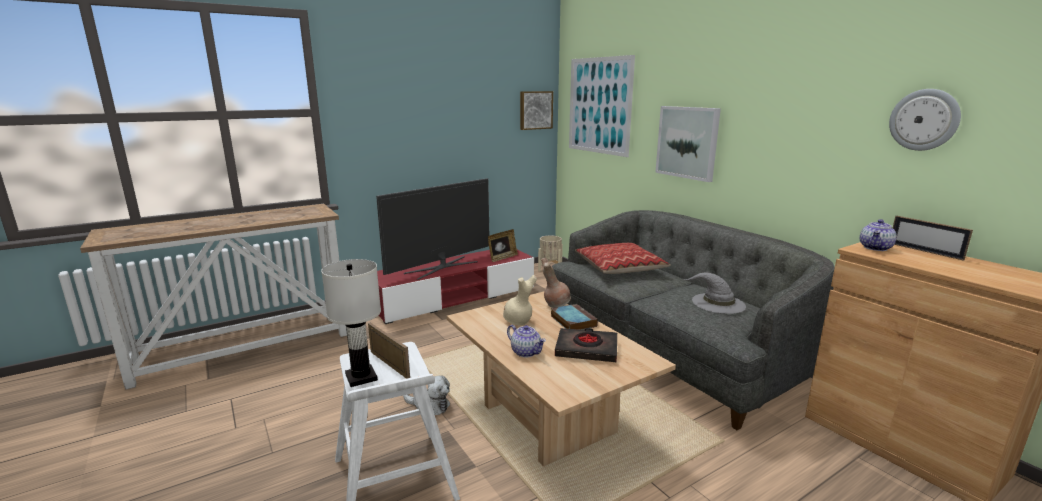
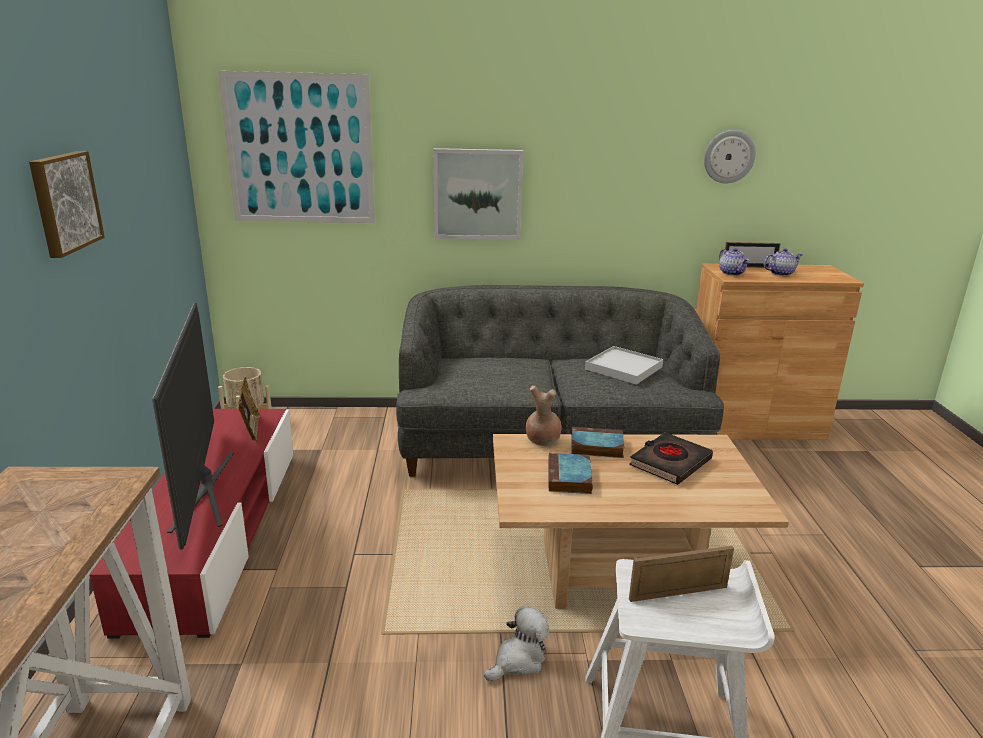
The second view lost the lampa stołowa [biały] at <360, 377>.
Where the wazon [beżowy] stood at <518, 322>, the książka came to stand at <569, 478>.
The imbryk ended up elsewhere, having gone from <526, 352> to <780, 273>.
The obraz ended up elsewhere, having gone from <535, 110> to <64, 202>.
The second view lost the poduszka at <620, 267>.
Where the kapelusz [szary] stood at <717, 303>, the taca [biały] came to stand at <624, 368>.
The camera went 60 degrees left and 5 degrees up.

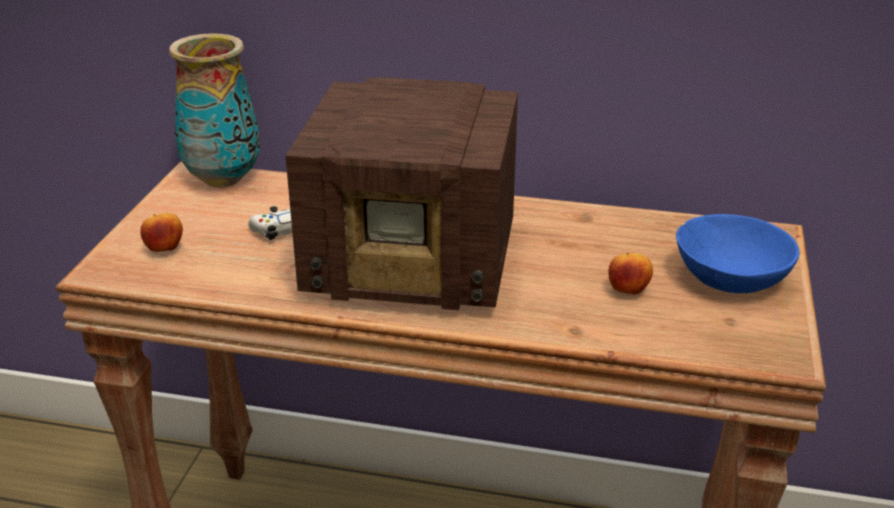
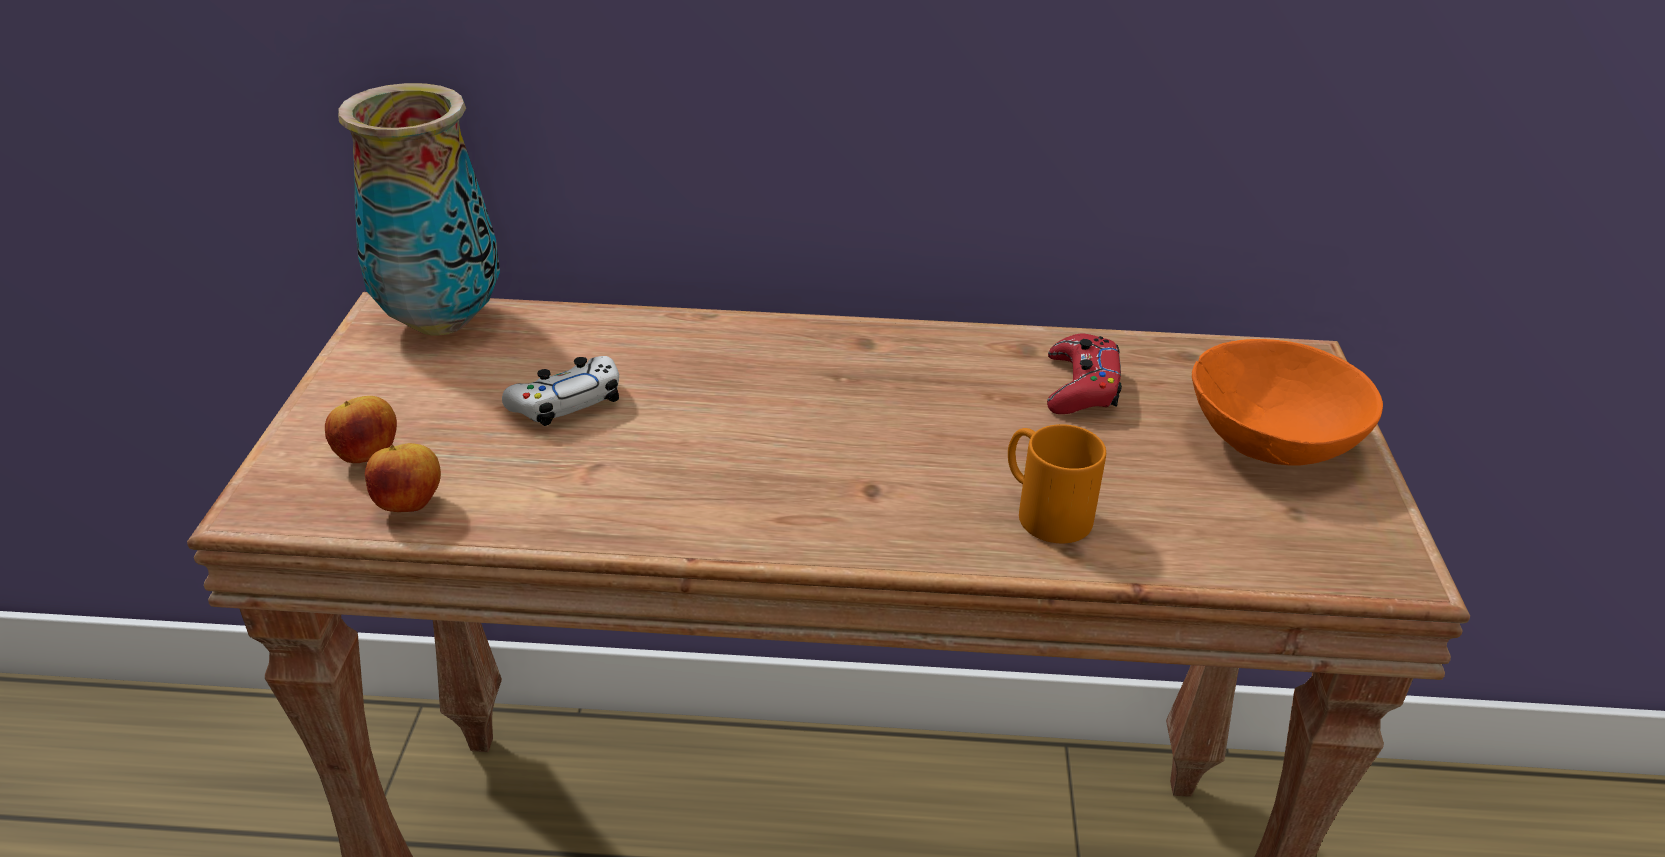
The second view lost the radio at <416, 265>.
The jabłko ended up elsewhere, having gone from <628, 291> to <410, 505>.
What was the miska [niebieski] at <730, 278> turned into the miska [pomarańczowy] at <1270, 439>.
The second view gained the kubek [pomarańczowy] at <1042, 511>.
The second view gained the pad do gier [czerwony] at <1081, 387>.
The camera went 10 degrees left and 5 degrees up.

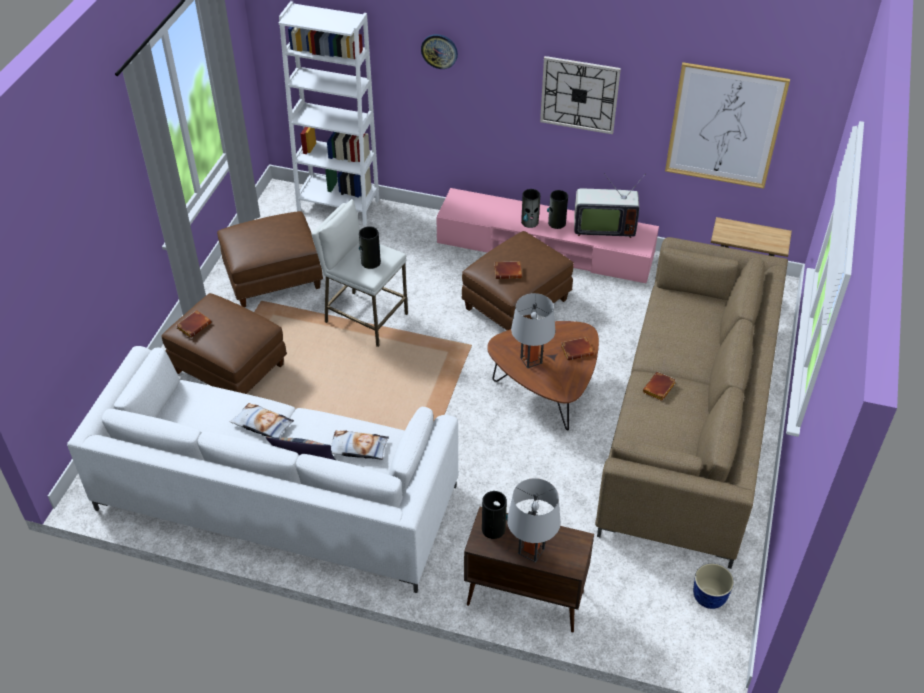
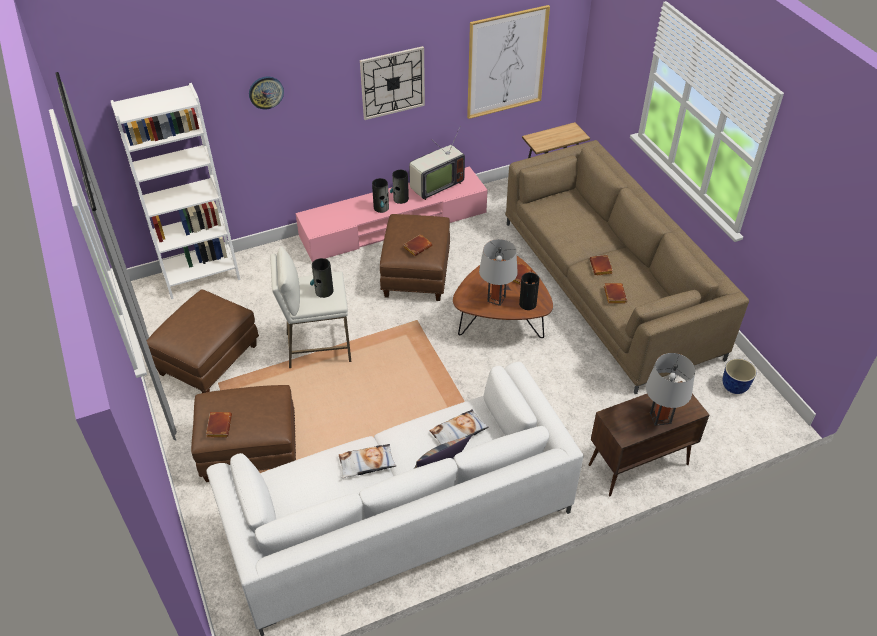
The wazon ended up elsewhere, having gone from <493, 528> to <527, 303>.
The second view gained the książka [brązowy] at <613, 295>.
The camera went 40 degrees left and 0 degrees up.

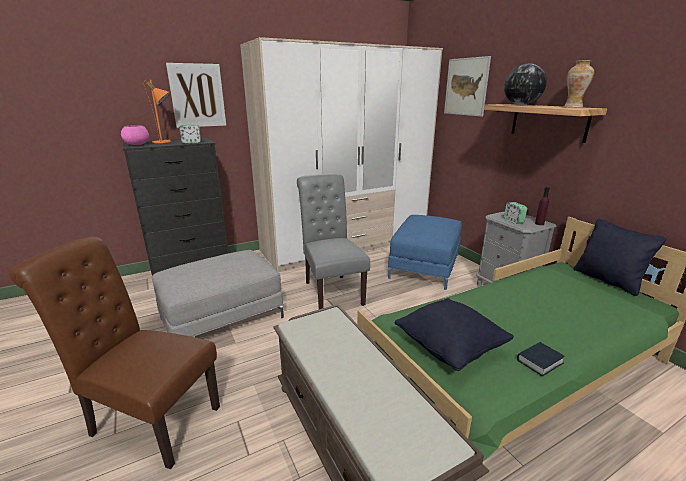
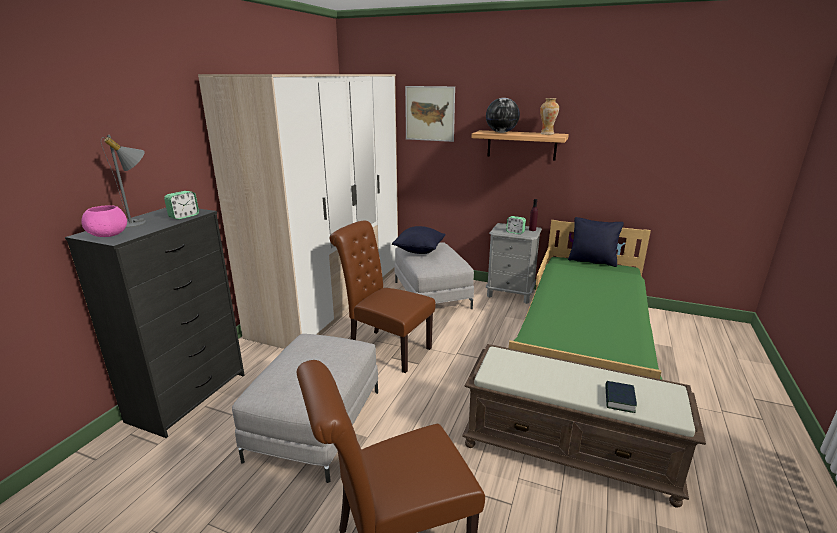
What was the lampa stołowa [pomarańczowy] at <165, 142> turned into the lampa stołowa [szary] at <137, 223>.
The second view lost the obraz at <197, 95>.
What was the krzesło [szary] at <331, 291> turned into the krzesło [brązowy] at <385, 348>.
What was the pufa [niebieski] at <424, 266> turned into the pufa [szary] at <431, 294>.
The poduszka [czarny] ended up elsewhere, having gone from <449, 349> to <419, 251>.
The książka ended up elsewhere, having gone from <539, 362> to <619, 400>.
The camera went 40 degrees left and 0 degrees up.

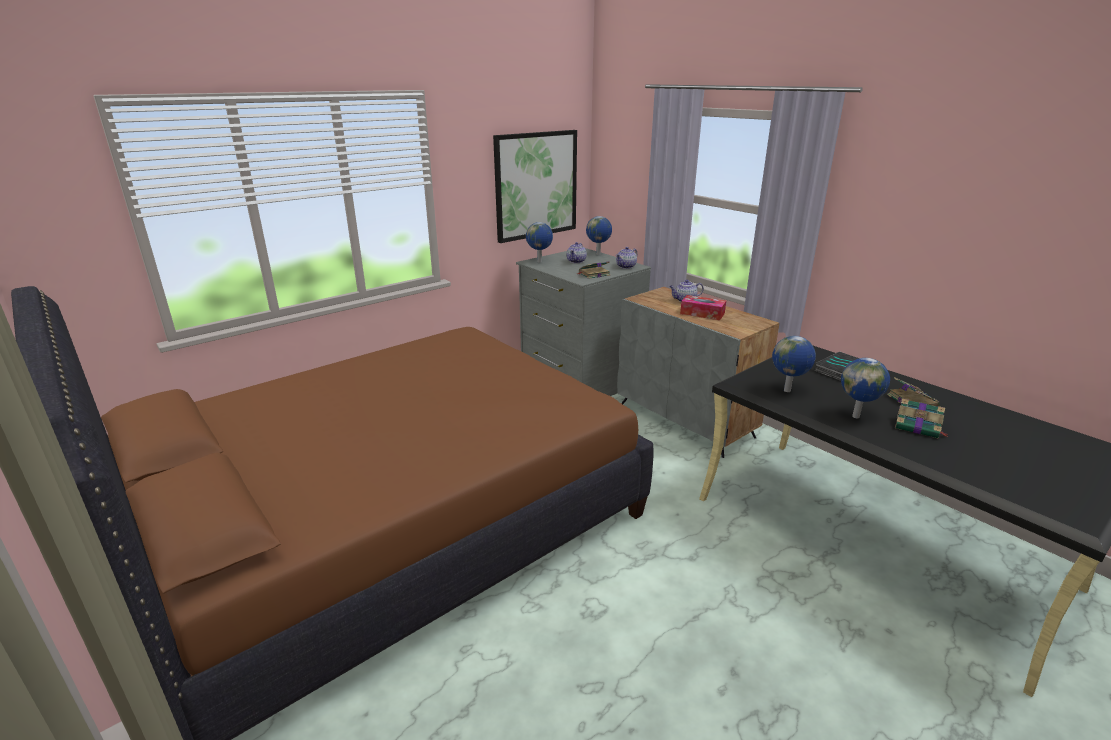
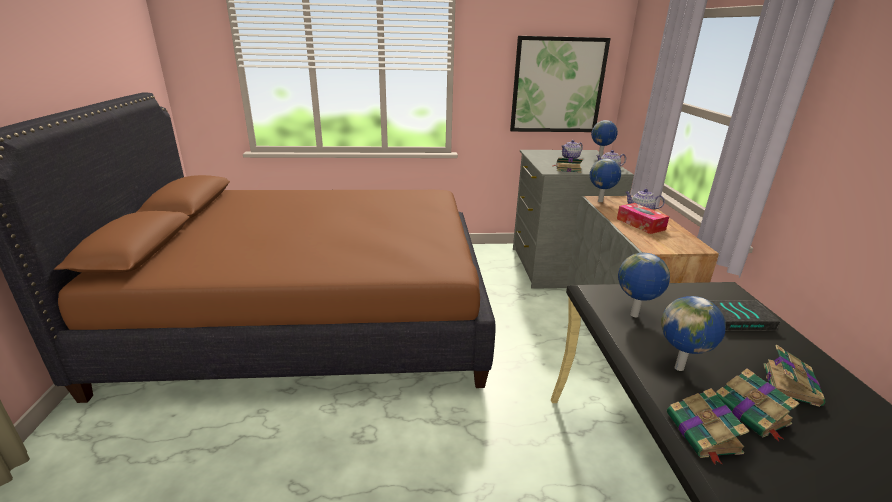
The globus ended up elsewhere, having gone from <540, 262> to <600, 201>.
The second view gained the książka at <703, 434>.
The camera went 35 degrees right and 0 degrees up.

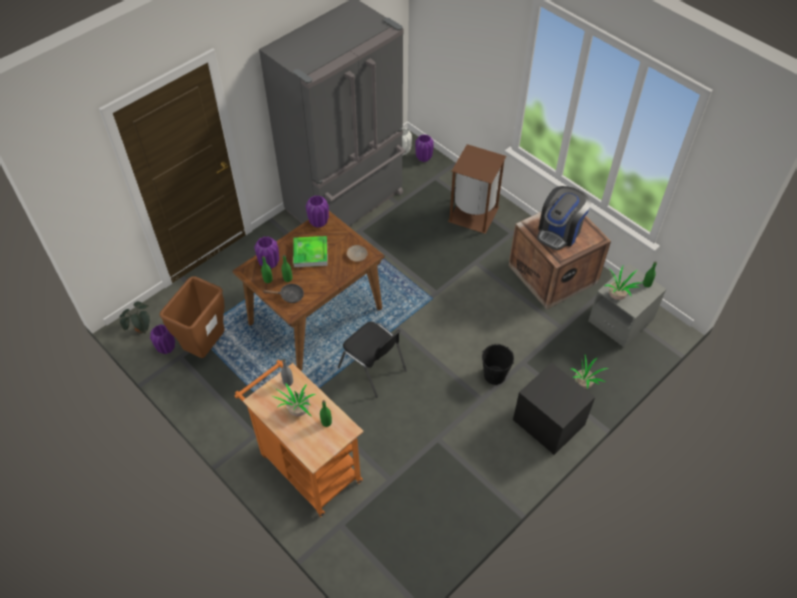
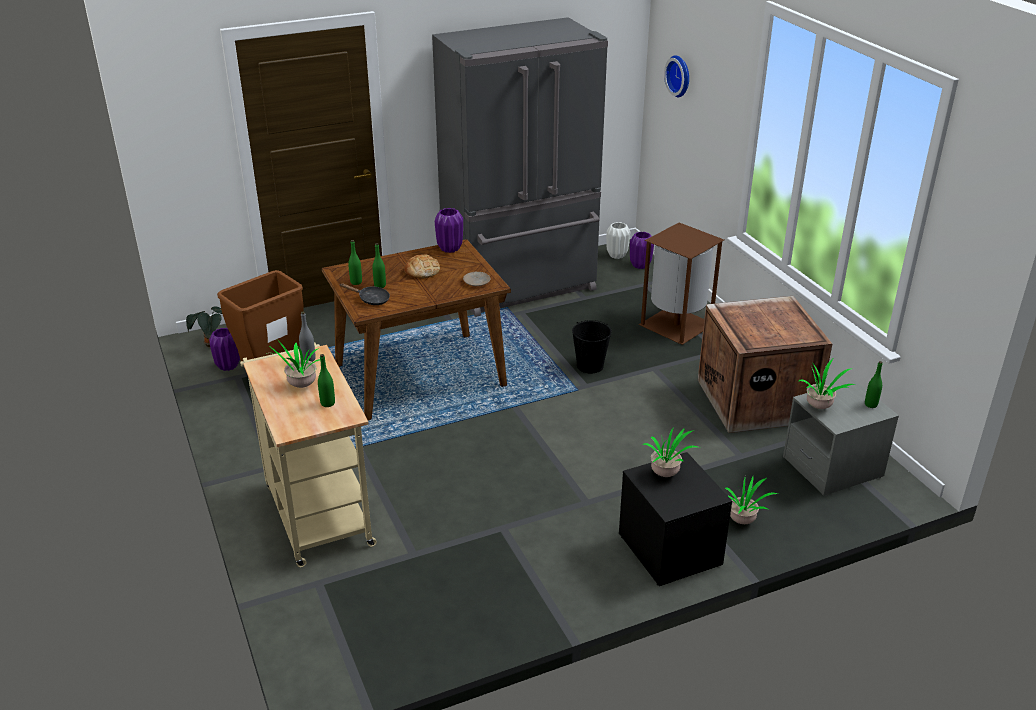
What was the wózek [pomarańczowy] at <306, 464> turned into the wózek [beżowy] at <316, 511>.
The second view lost the wazon [fioletowy] at <269, 264>.
Where the taca stood at <310, 253>, the chleb came to stand at <422, 271>.
The second view lost the krzesło [czarny] at <373, 369>.
The wiadro [czarny] ended up elsewhere, having gone from <494, 375> to <590, 366>.
The second view lost the ekspres do kawy at <559, 231>.
The second view gained the roślina doniczkowa at <667, 474>.
The second view gained the zegar ścienny at <680, 75>.
The camera went 20 degrees right and 20 degrees down.

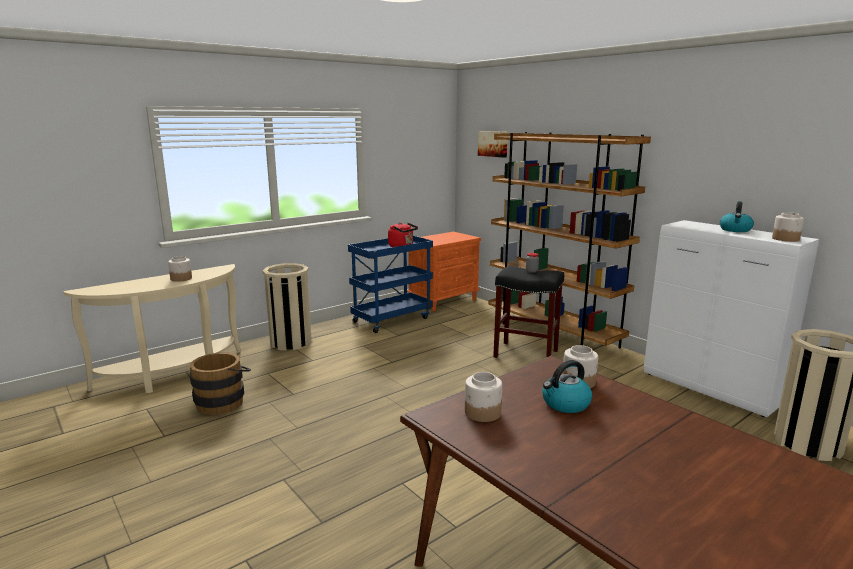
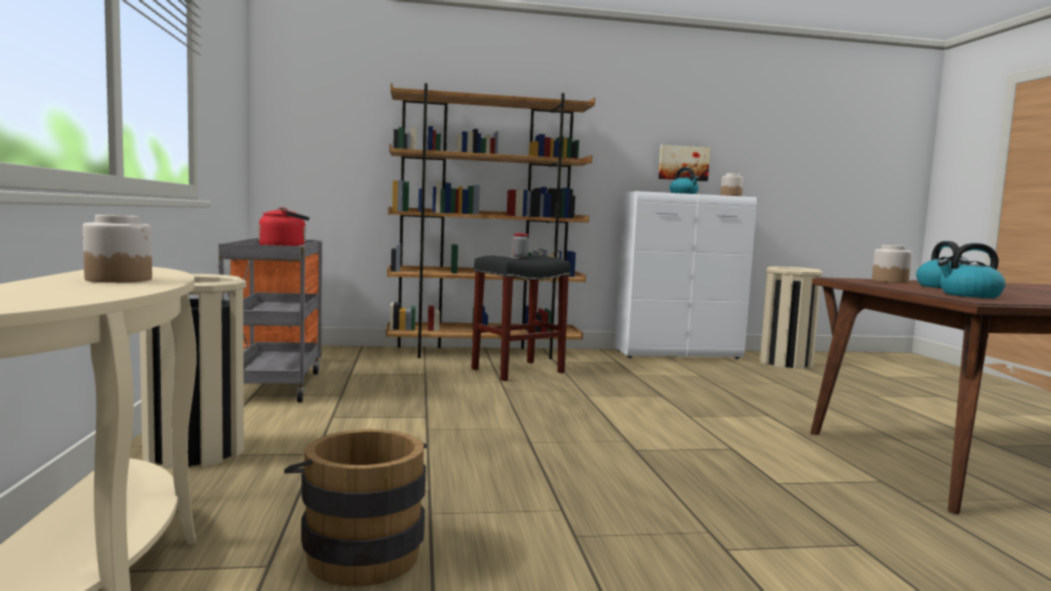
What was the wózek [niebieski] at <392, 319> turned into the wózek [szary] at <273, 385>.
Where the słoik stood at <482, 413>, the czajnik came to stand at <969, 295>.
The obraz ended up elsewhere, having gone from <493, 143> to <683, 163>.
The camera went 60 degrees left and 10 degrees down.

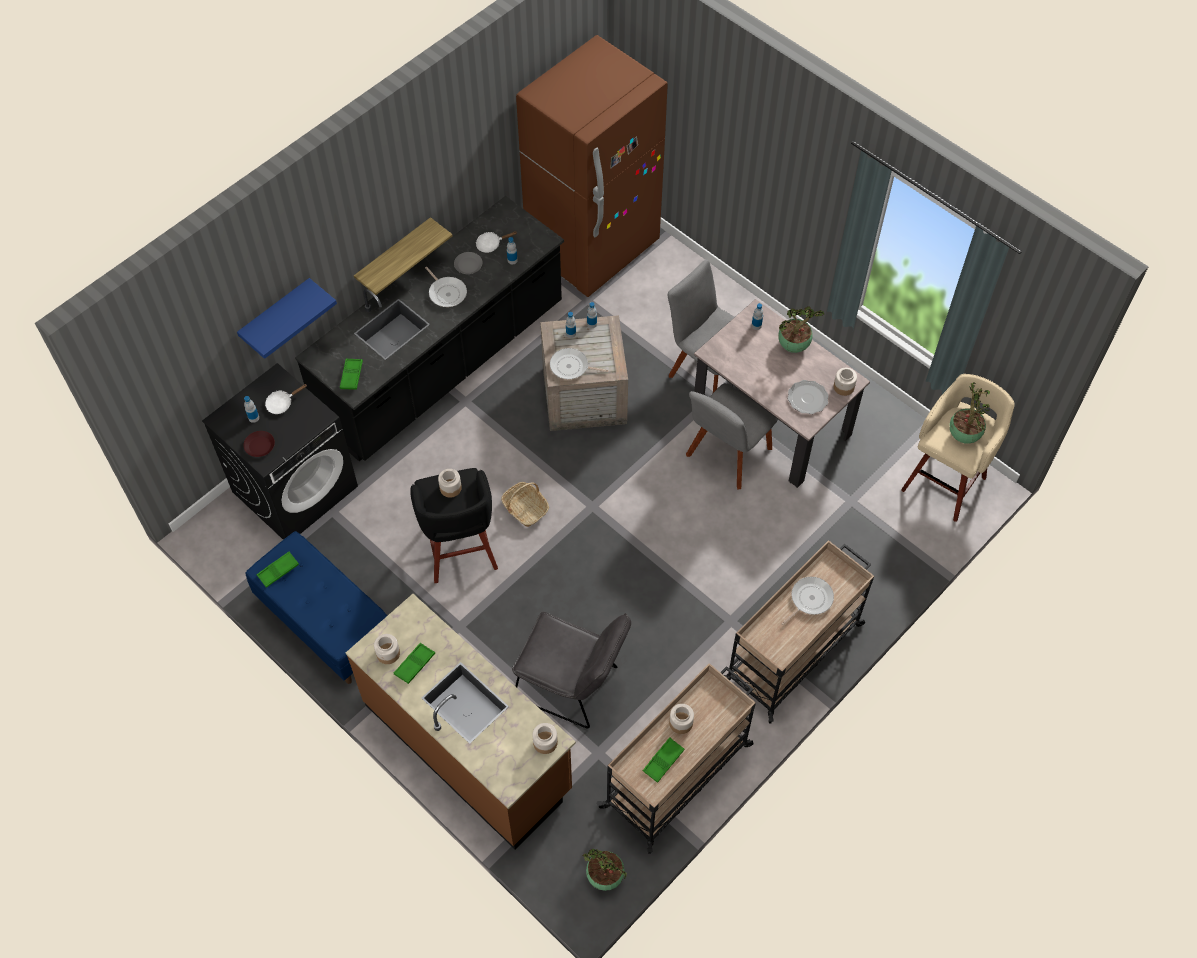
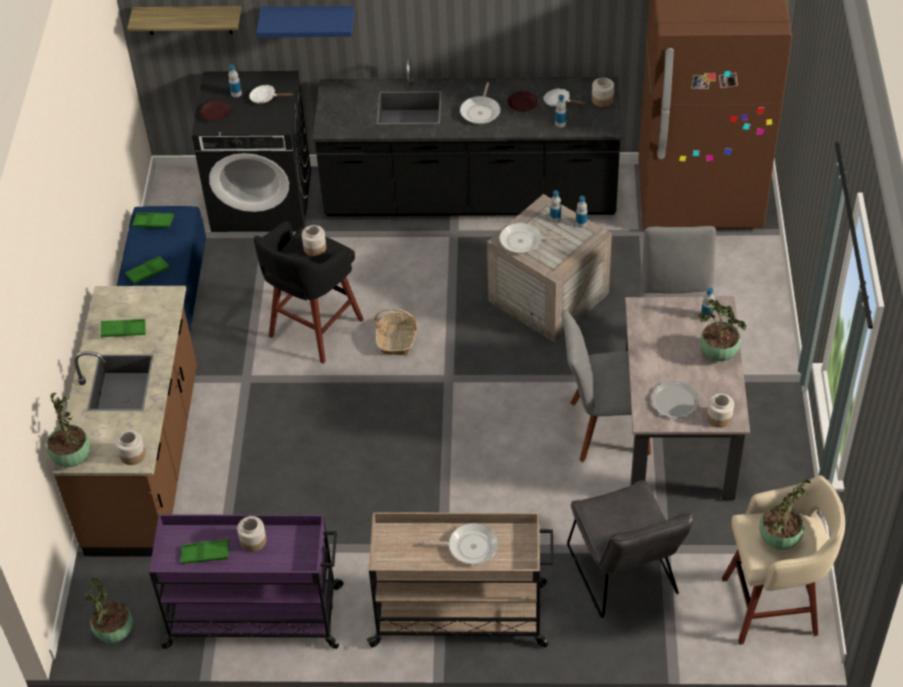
The taca [zielony] ended up elsewhere, having gone from <351, 376> to <148, 272>.
The półka ended up elsewhere, having gone from <394, 256> to <189, 20>.
The słoik ended up elsewhere, having gone from <388, 654> to <602, 100>.
What was the talerz [szary] at <468, 265> turned into the talerz [brązowy] at <523, 104>.
The krzesło [szary] ended up elsewhere, having gone from <573, 686> to <625, 576>.
The patelnia at <571, 367> ended up facing another way, 60 degrees counterclockwise from before.
What was the wózek [beżowy] at <678, 774> turned into the wózek [fioletowy] at <256, 616>.
The second view gained the roślina doniczkowa at <72, 458>.
The camera went 50 degrees right and 10 degrees down.

